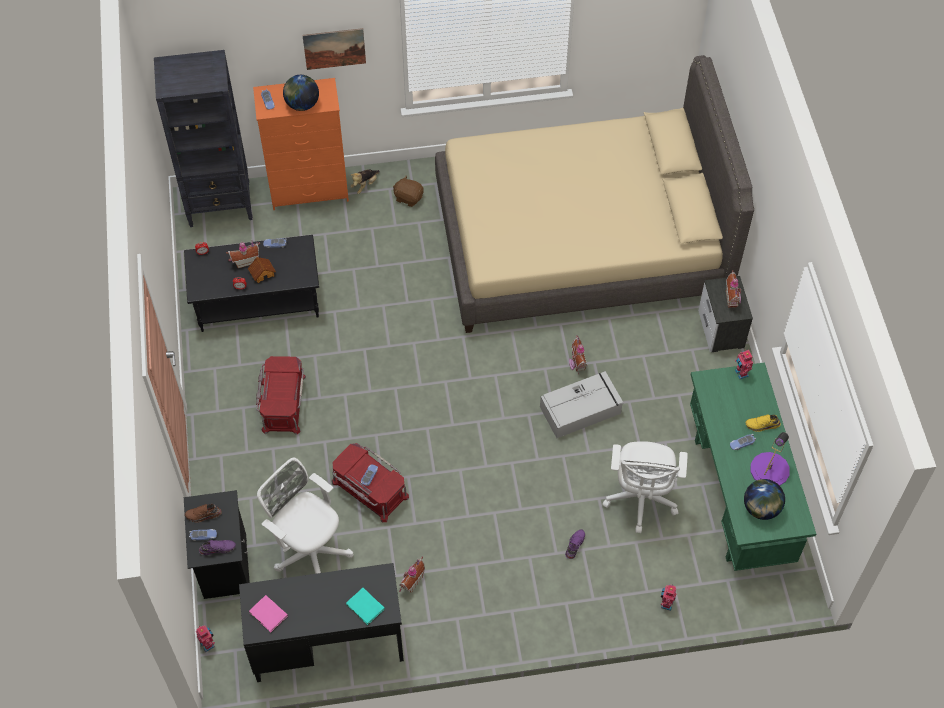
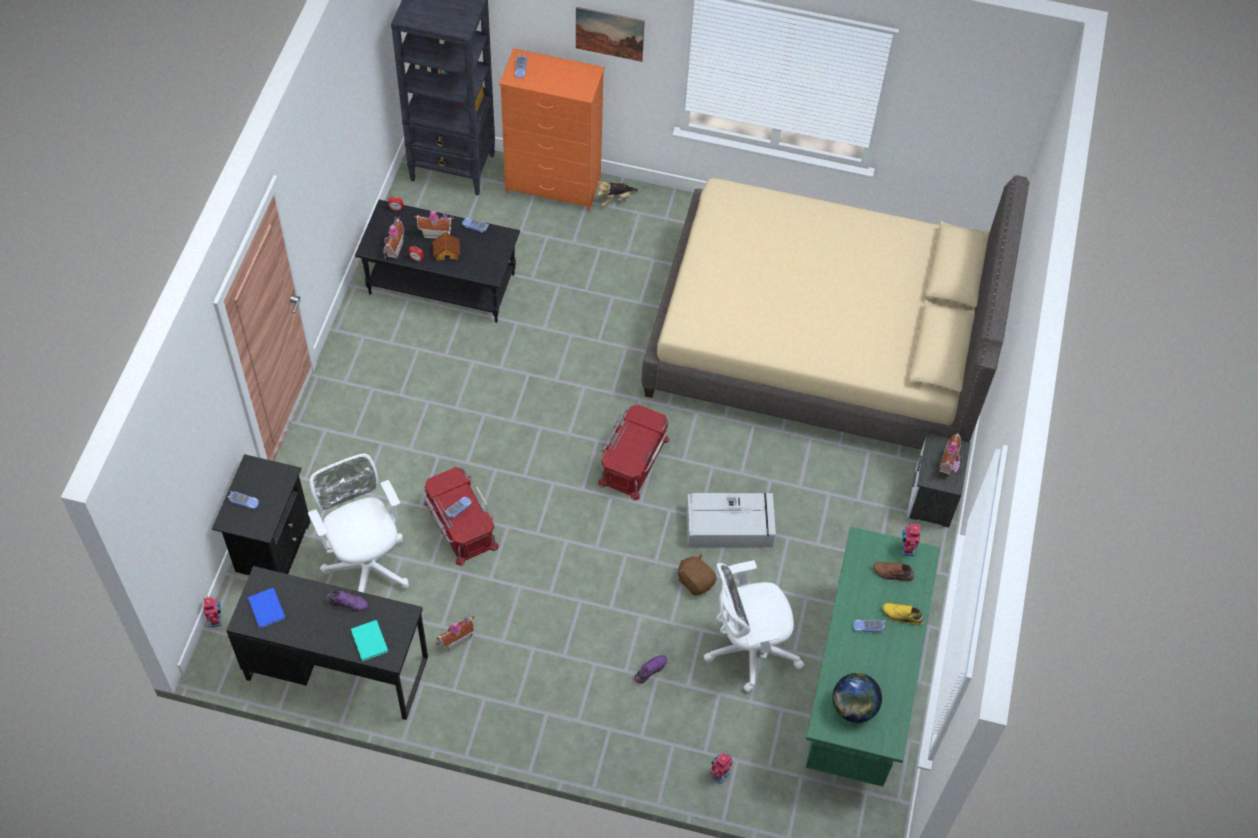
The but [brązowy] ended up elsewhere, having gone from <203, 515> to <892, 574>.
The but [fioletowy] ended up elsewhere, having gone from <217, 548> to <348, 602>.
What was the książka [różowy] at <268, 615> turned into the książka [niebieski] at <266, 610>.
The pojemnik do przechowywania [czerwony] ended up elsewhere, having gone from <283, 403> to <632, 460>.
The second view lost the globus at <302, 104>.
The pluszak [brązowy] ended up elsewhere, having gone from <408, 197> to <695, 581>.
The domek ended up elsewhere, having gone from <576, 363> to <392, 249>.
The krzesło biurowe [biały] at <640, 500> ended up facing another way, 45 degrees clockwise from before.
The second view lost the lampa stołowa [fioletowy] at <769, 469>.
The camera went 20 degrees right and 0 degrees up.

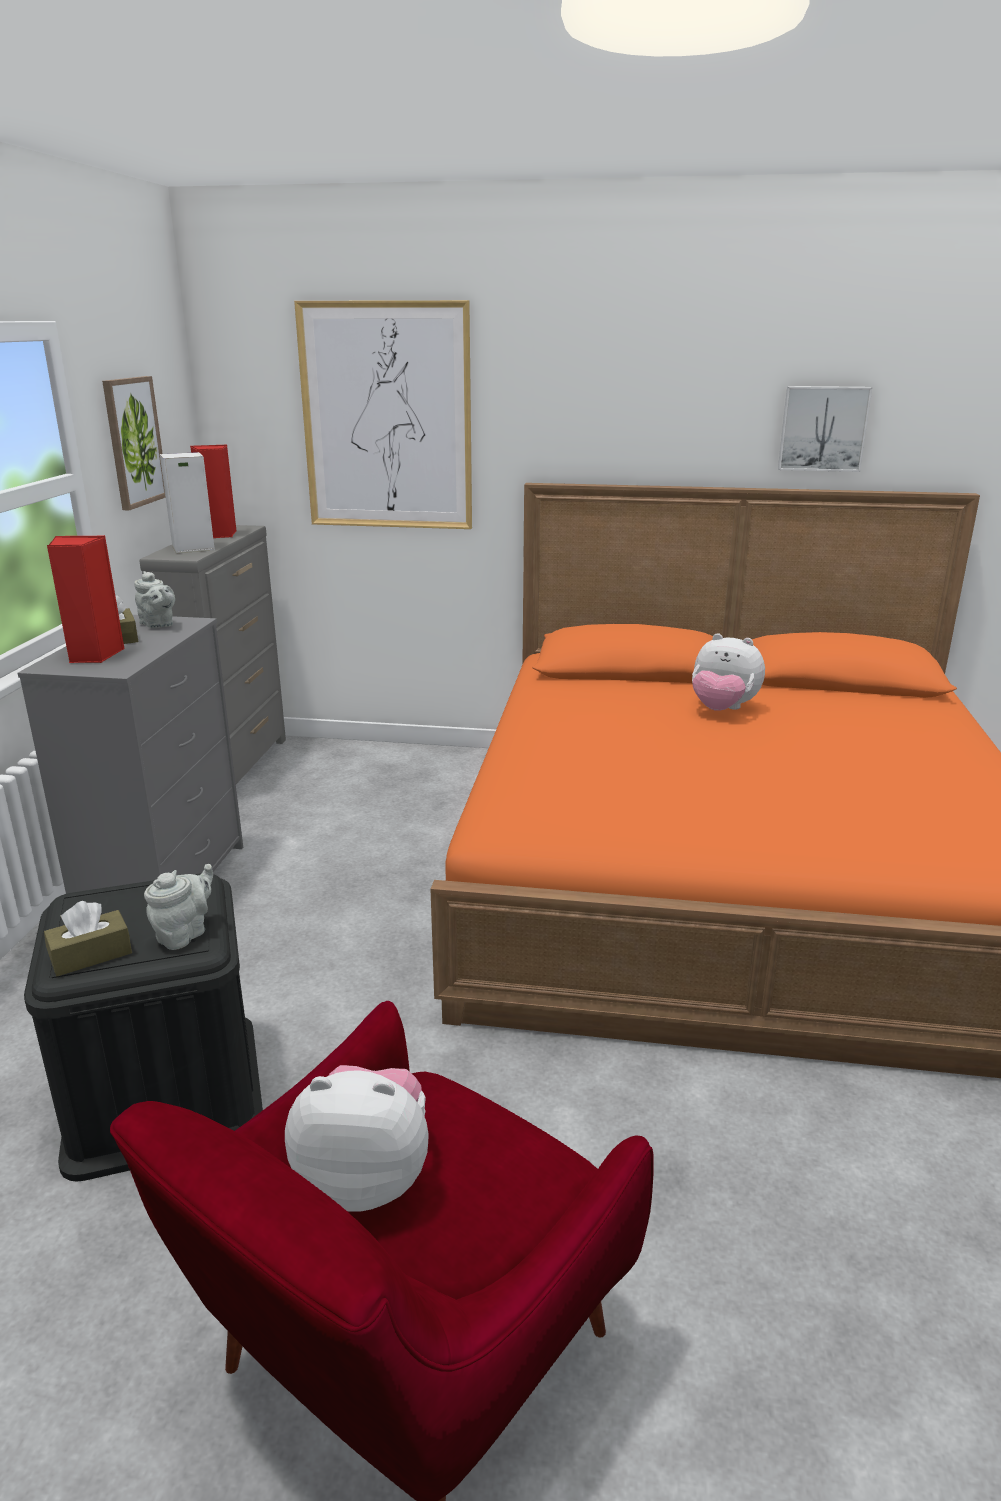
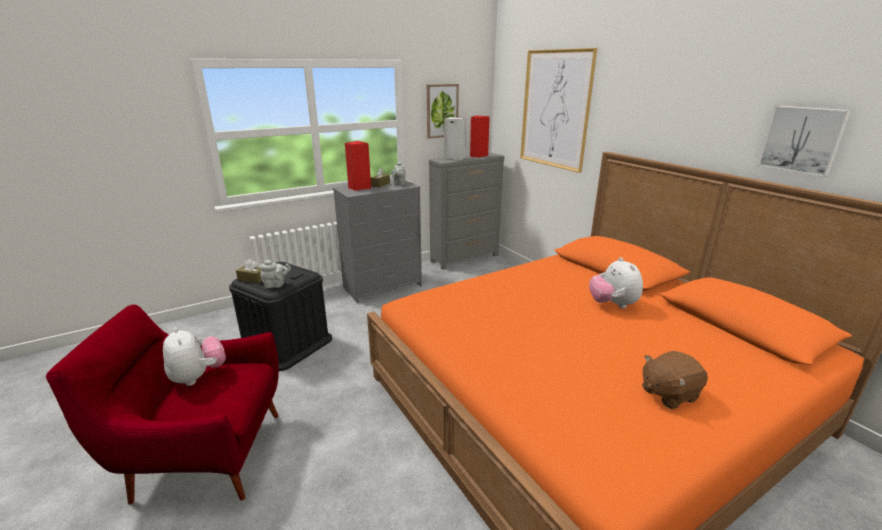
The second view gained the pluszak [brązowy] at <668, 393>.
The camera went 50 degrees right and 0 degrees up.

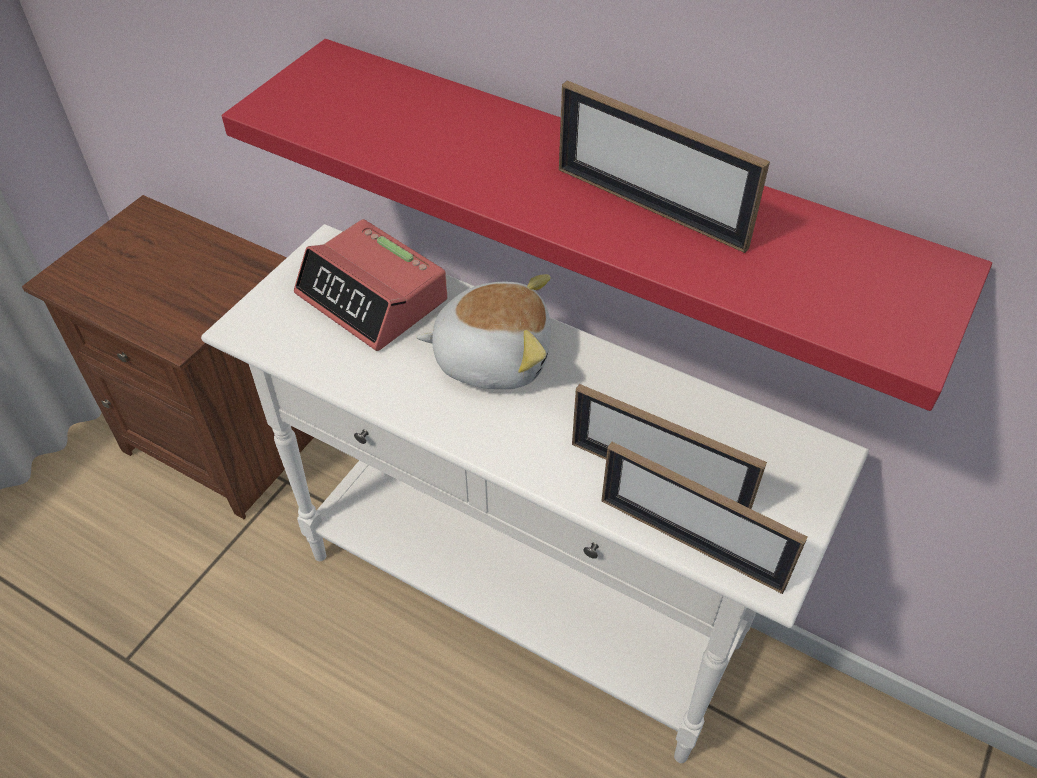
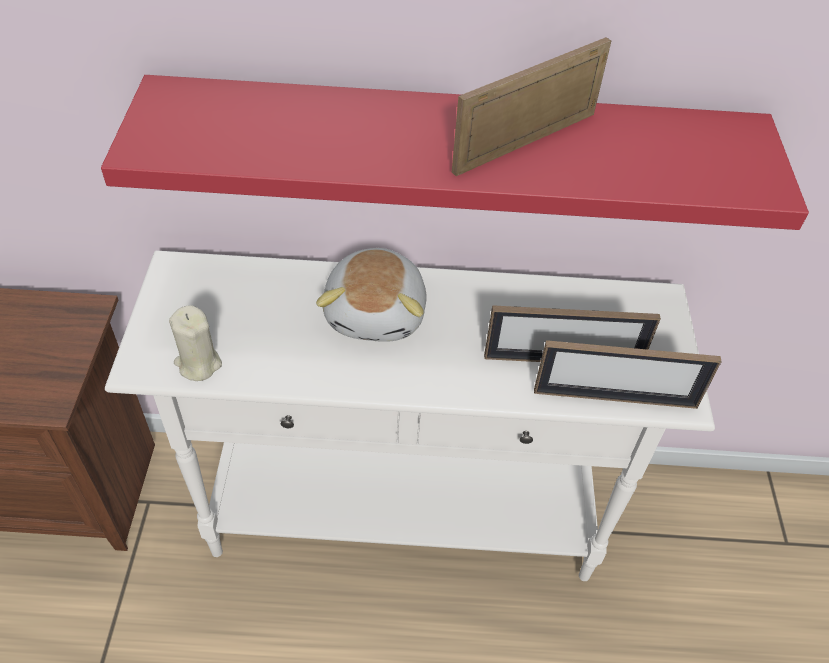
The second view lost the budzik at <373, 298>.
The pluszak at <492, 356> ended up facing another way, 120 degrees clockwise from before.
The ramka na zdjęcie at <650, 207> ended up facing another way, 135 degrees clockwise from before.
The second view gained the świeca [beżowy] at <198, 364>.
The camera went 30 degrees left and 0 degrees up.

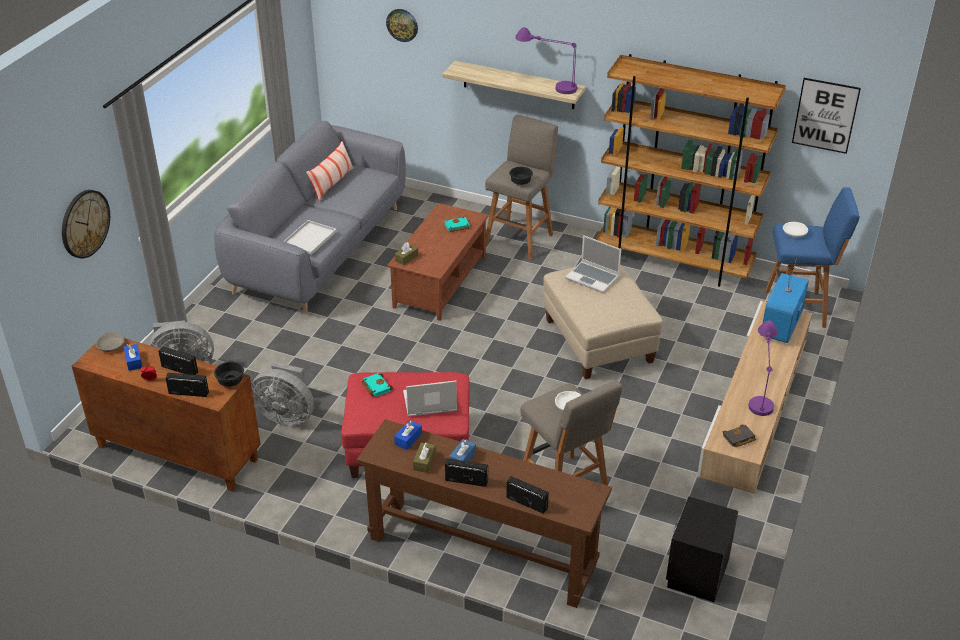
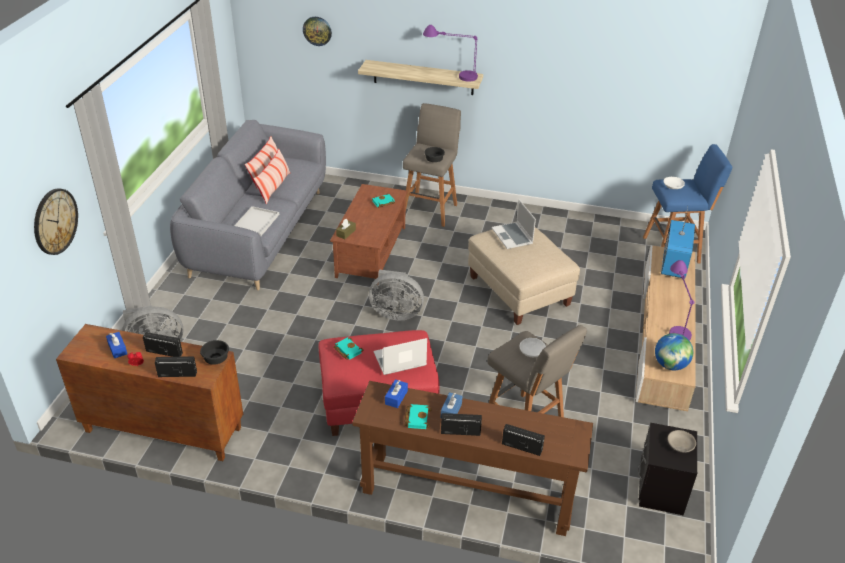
The miska [szary] ended up elsewhere, having gone from <111, 346> to <680, 445>.
The wentylator [szary] ended up elsewhere, having gone from <287, 416> to <395, 313>.
Where the pudełko chusteczek [brązowy] stood at <424, 462>, the książka [turkusowy] came to stand at <416, 418>.
The laptop at <593, 278> ended up facing another way, 45 degrees clockwise from before.
The second view lost the regał [brązowy] at <674, 262>.
Where the książka [czarny] stood at <738, 438>, the globus came to stand at <670, 365>.
The second view lost the obraz at <825, 115>.
The second view gained the poduszka at <274, 187>.
The camera went 10 degrees left and 0 degrees up.

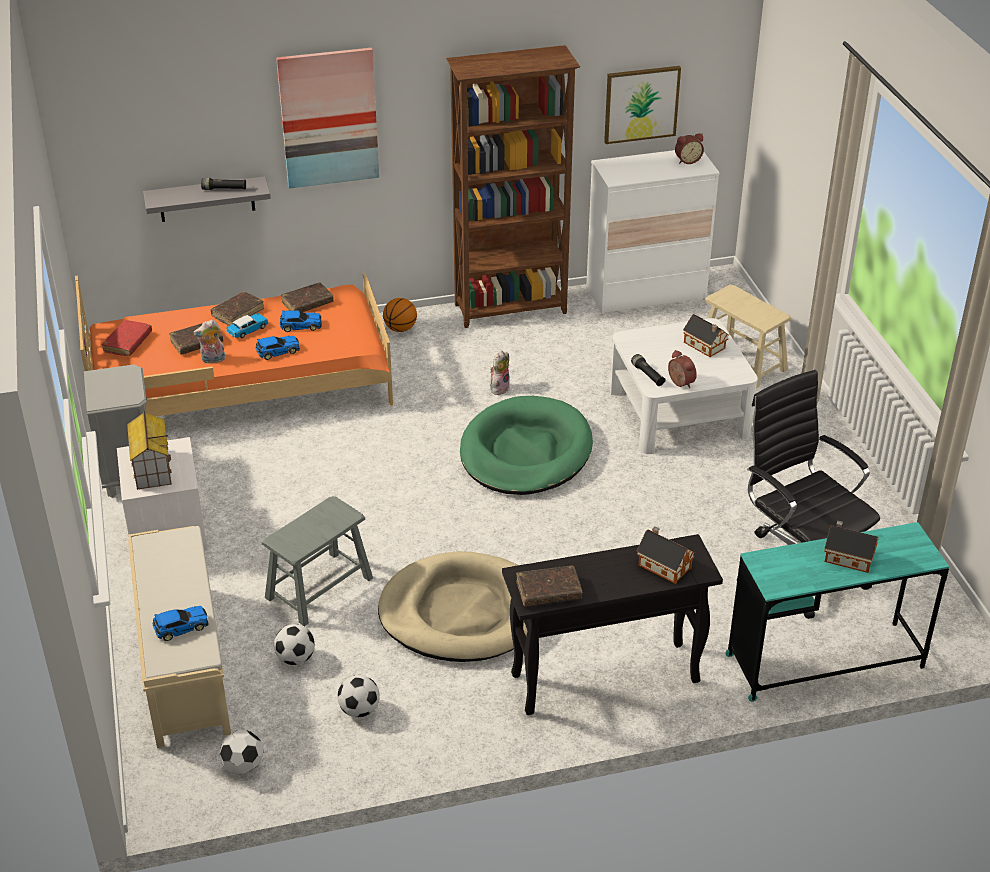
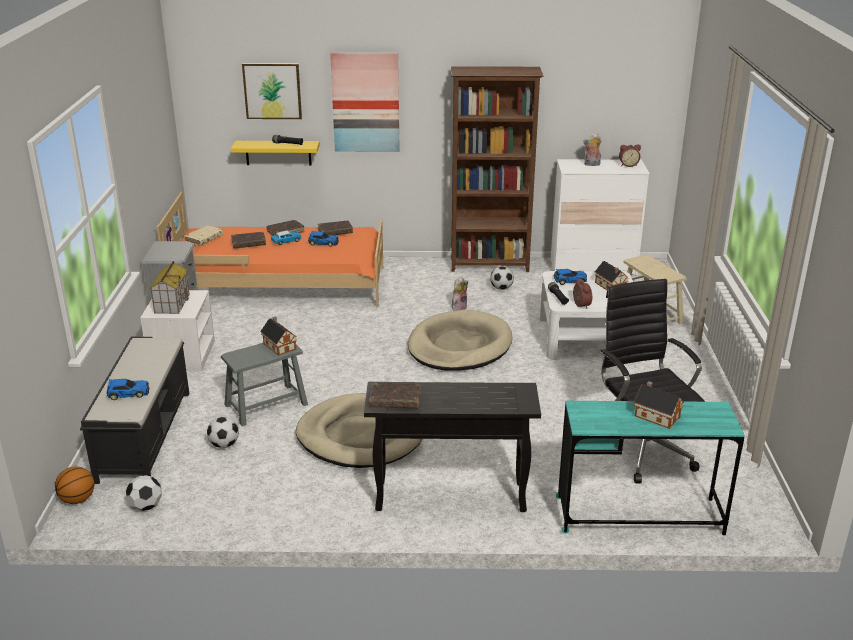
What was the książka [czerwony] at <128, 343> turned into the książka [beżowy] at <204, 239>.
What was the ławka [beżowy] at <183, 662> turned into the ławka [czarny] at <145, 434>.
What was the półka [szary] at <206, 199> turned into the półka [żółty] at <278, 152>.
The pluszak ended up elsewhere, having gone from <213, 360> to <591, 164>.
The samochodzik ended up elsewhere, having gone from <277, 351> to <569, 280>.
The piłka futbolowa ended up elsewhere, having gone from <359, 710> to <501, 288>.
The piłka do koszykówki ended up elsewhere, having gone from <400, 329> to <78, 499>.
What was the legowisko [zielony] at <525, 452> turned into the legowisko [beżowy] at <459, 346>.
The obraz ended up elsewhere, having gone from <641, 104> to <272, 91>.
The domek ended up elsewhere, having gone from <663, 565> to <279, 345>.
The camera went 15 degrees right and 10 degrees down.

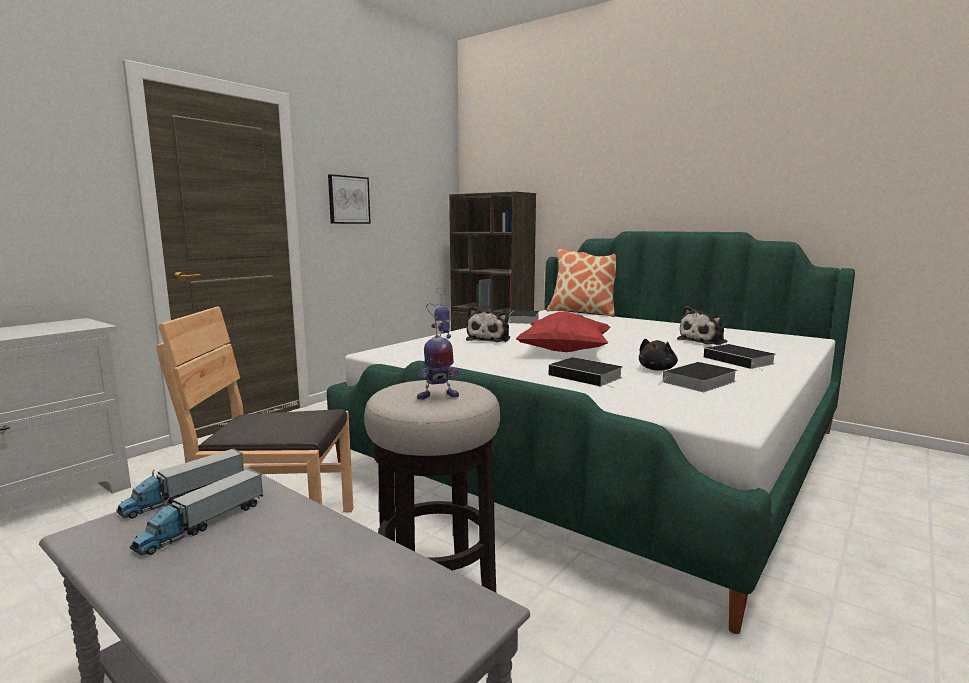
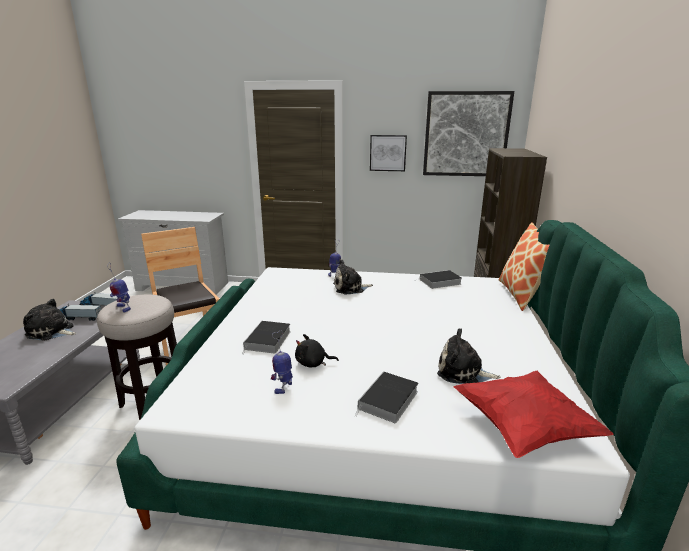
The poduszka [czerwony] ended up elsewhere, having gone from <565, 352> to <523, 428>.
Where the książka stood at <698, 382>, the robot zabawkowy came to stand at <284, 386>.
The second view gained the pluszak at <52, 332>.
The second view gained the obraz at <466, 134>.
The camera went 60 degrees right and 10 degrees up.

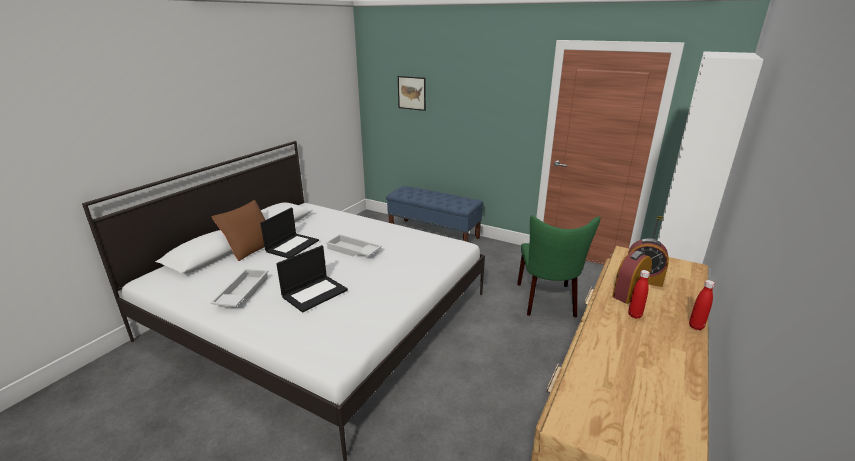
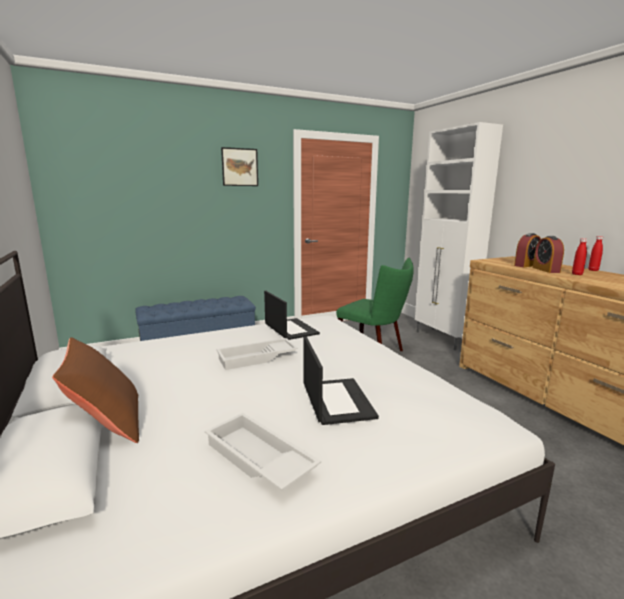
The laptop ended up elsewhere, having gone from <292, 245> to <290, 329>.
The obraz ended up elsewhere, having gone from <412, 93> to <240, 167>.
The camera went 55 degrees left and 10 degrees down.

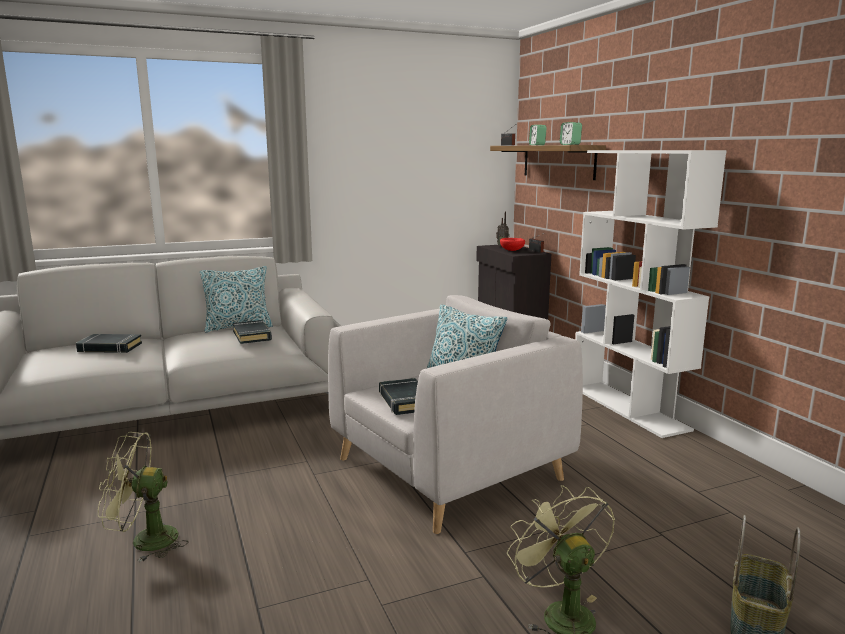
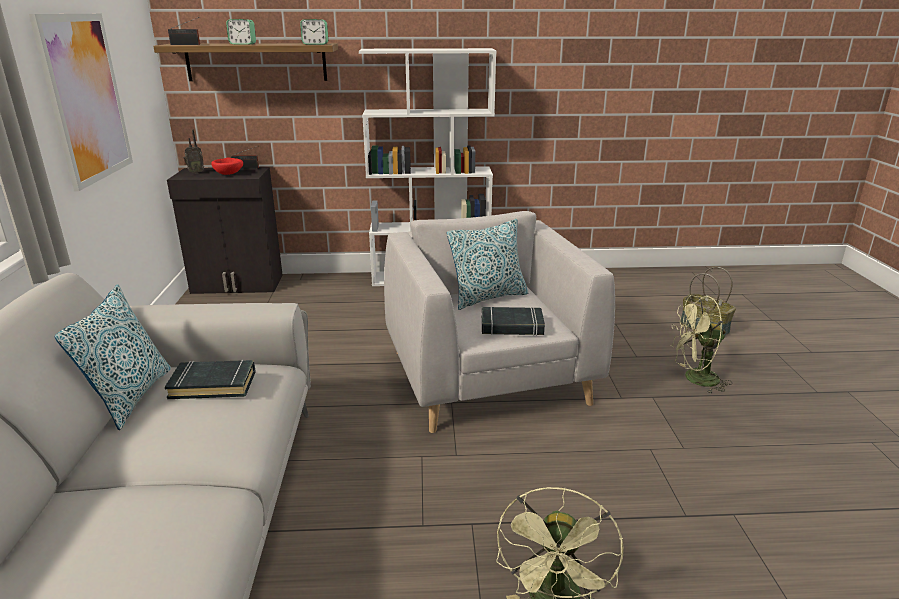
The second view lost the książka [czarny] at <109, 348>.
The second view gained the obraz at <85, 98>.
The camera went 70 degrees left and 10 degrees up.

